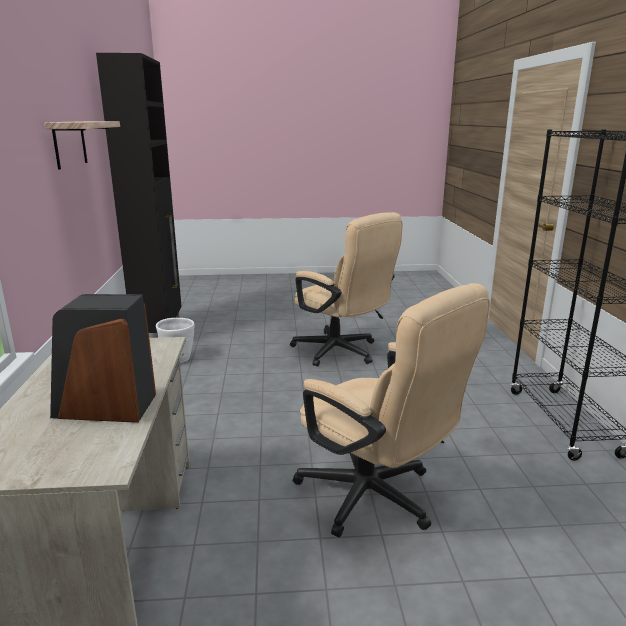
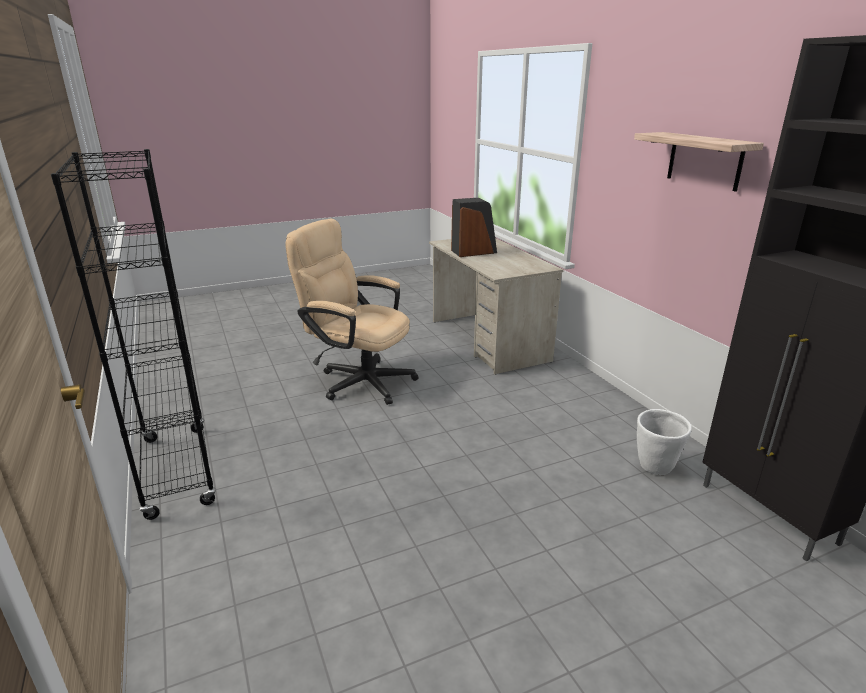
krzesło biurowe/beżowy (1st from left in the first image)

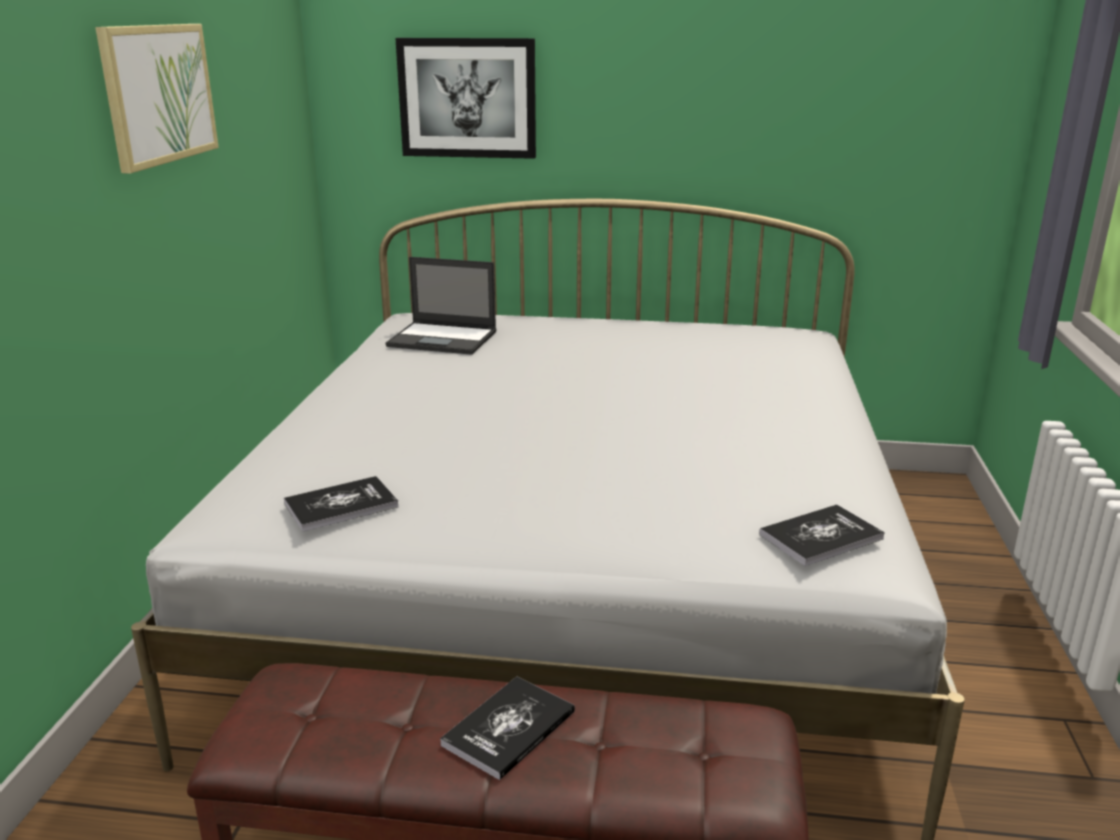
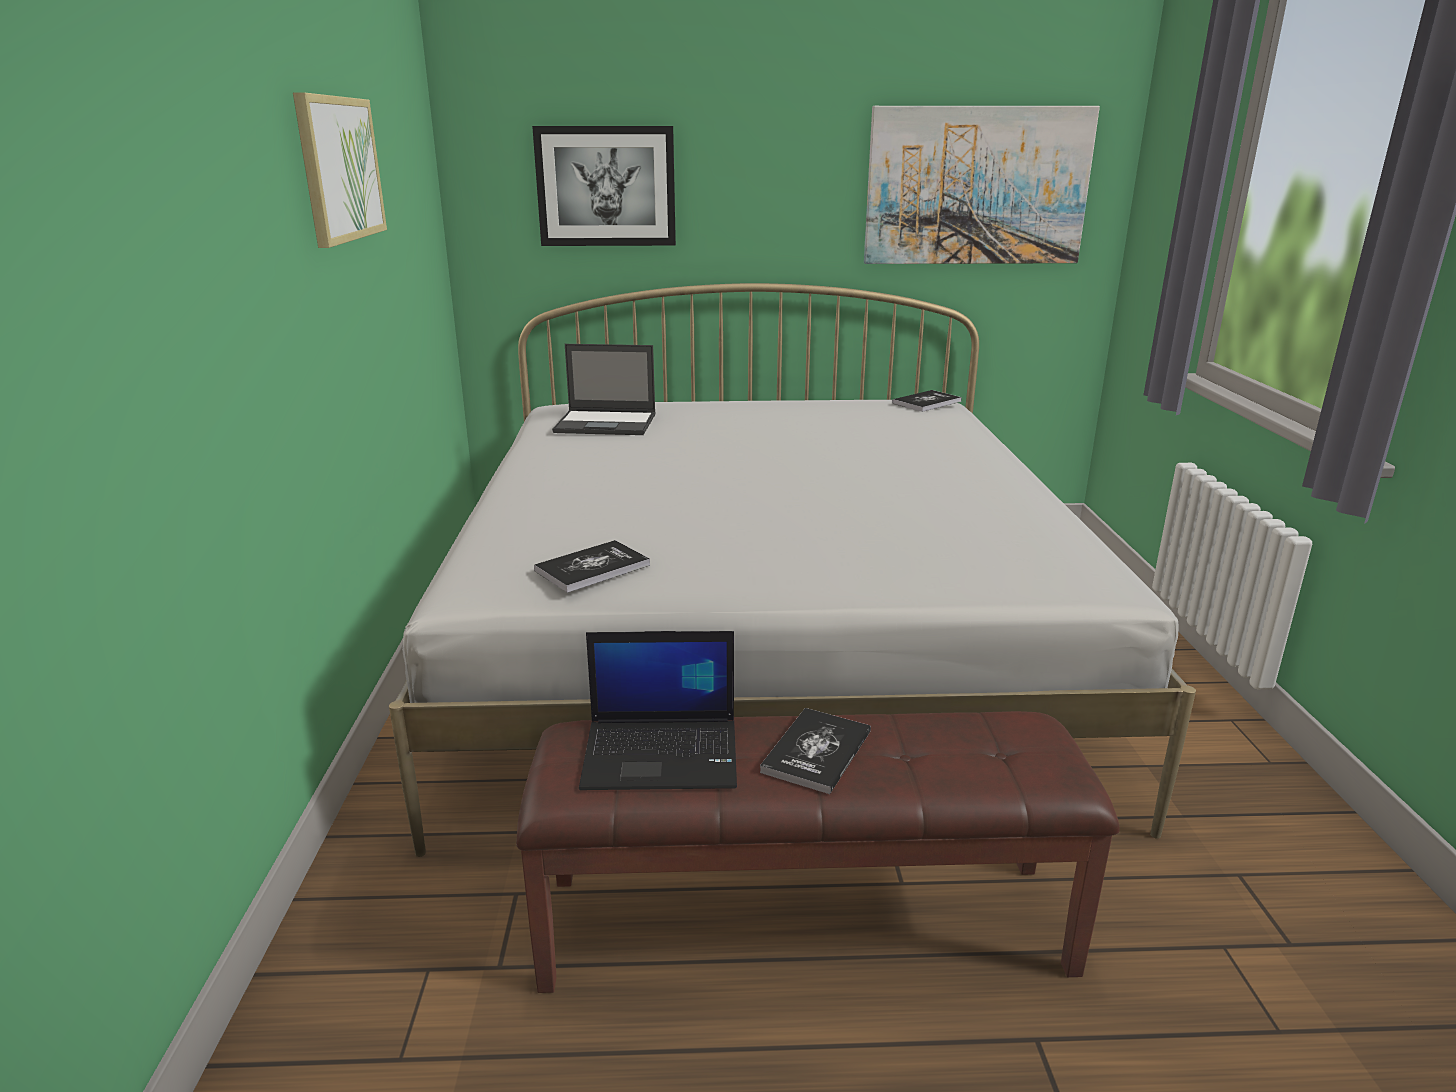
laptop (2nd from left); obraz (3rd from left); książka (3rd from left)

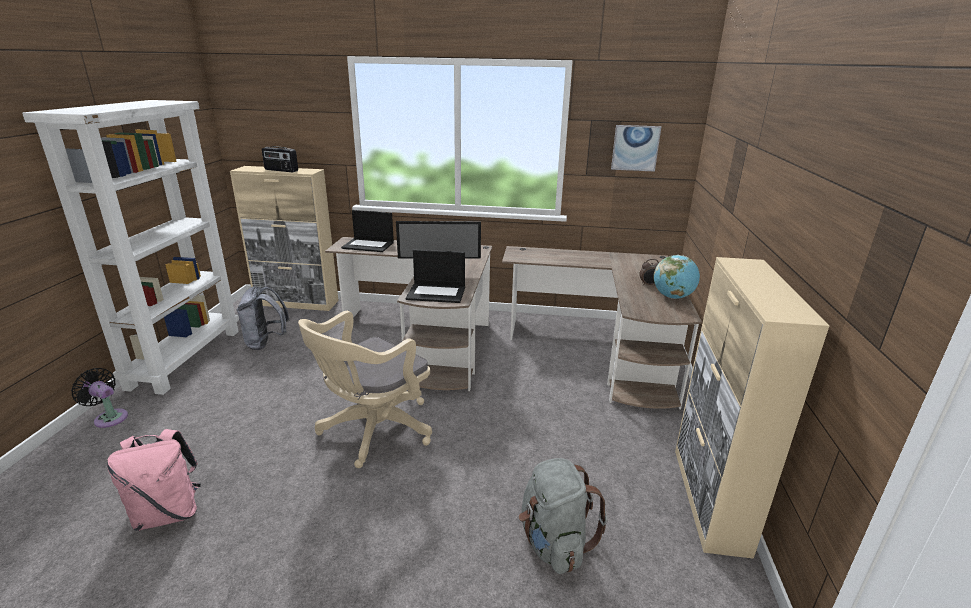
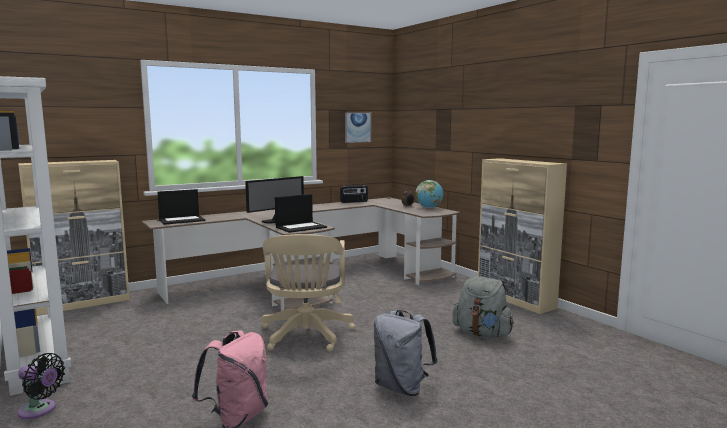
plecak/szary (1st from left); radio; wentylator/czarny

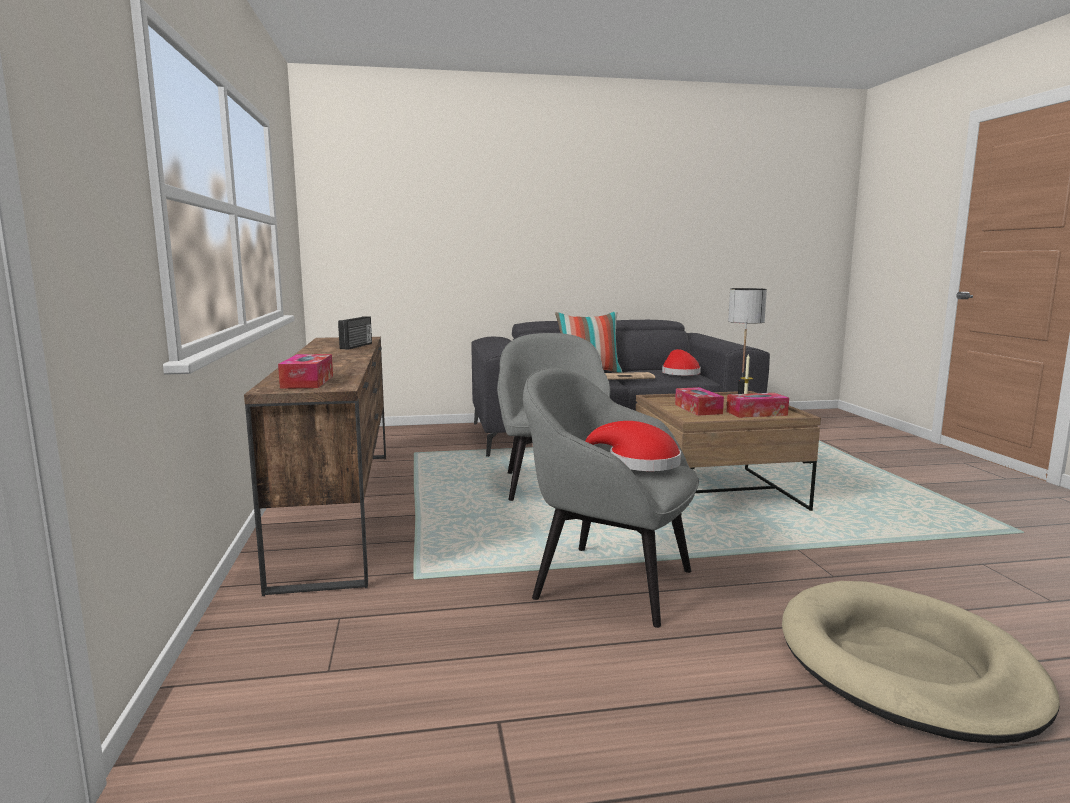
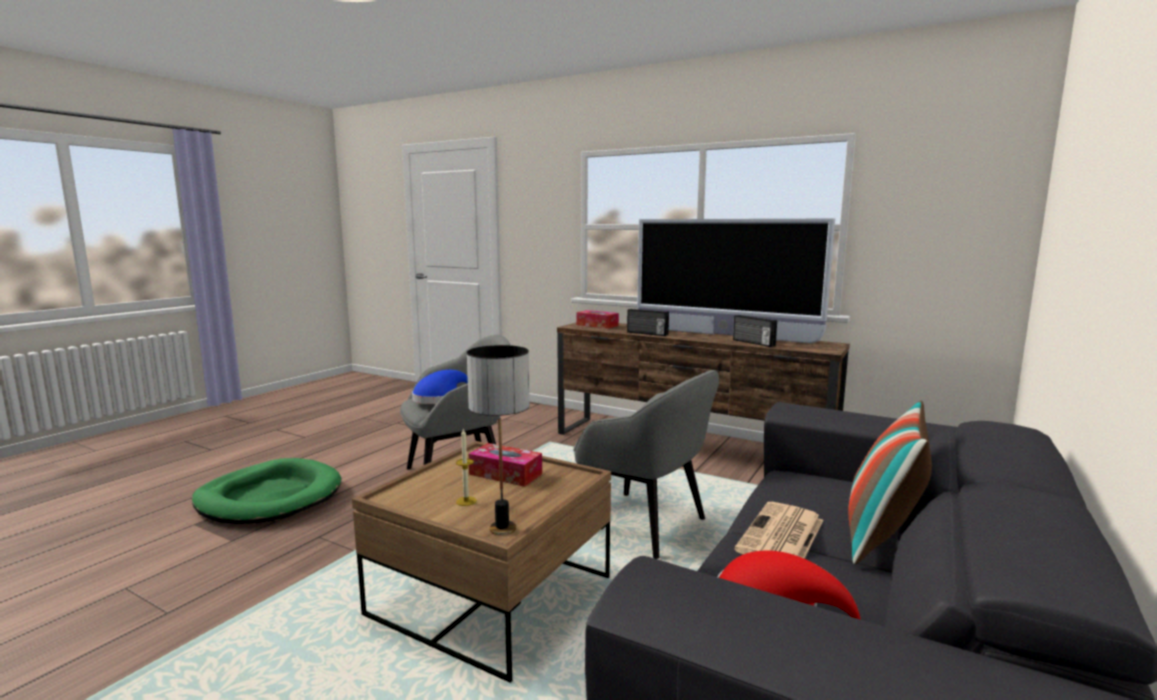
pudełko chusteczek (3rd from left in the first image); radio (1st from left); telewizor; kapelusz/niebieski; legowisko/zielony

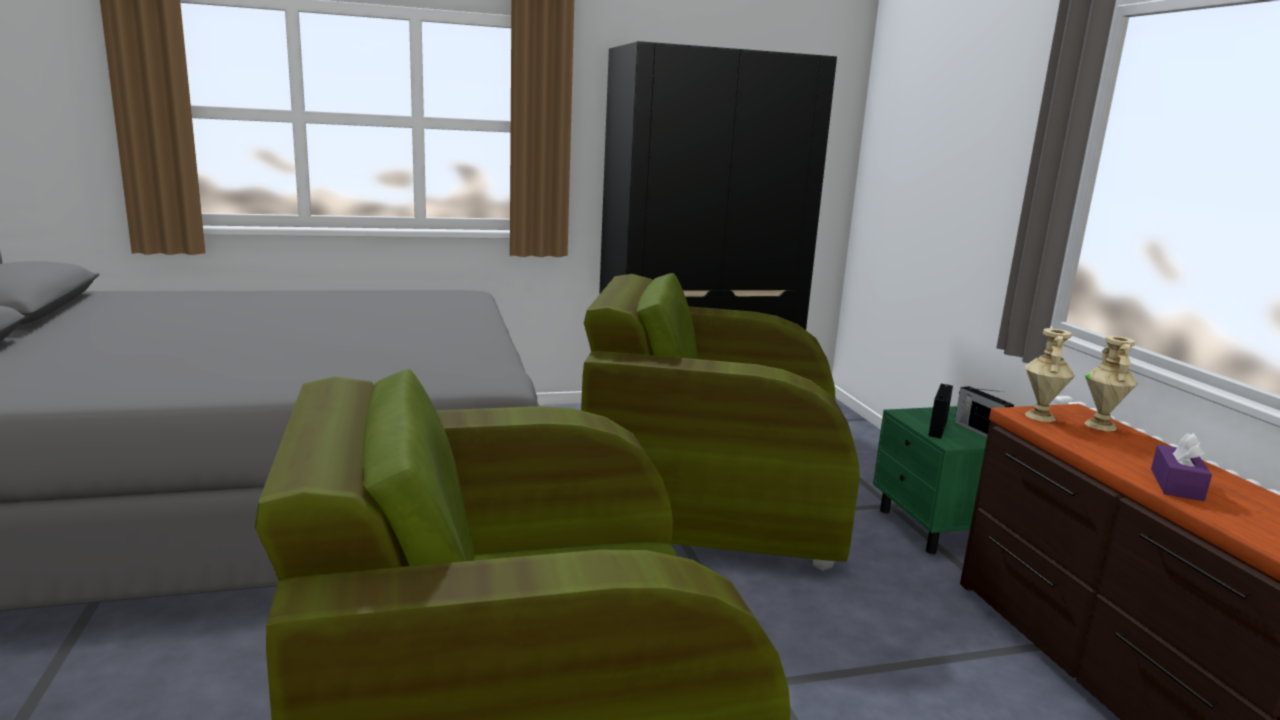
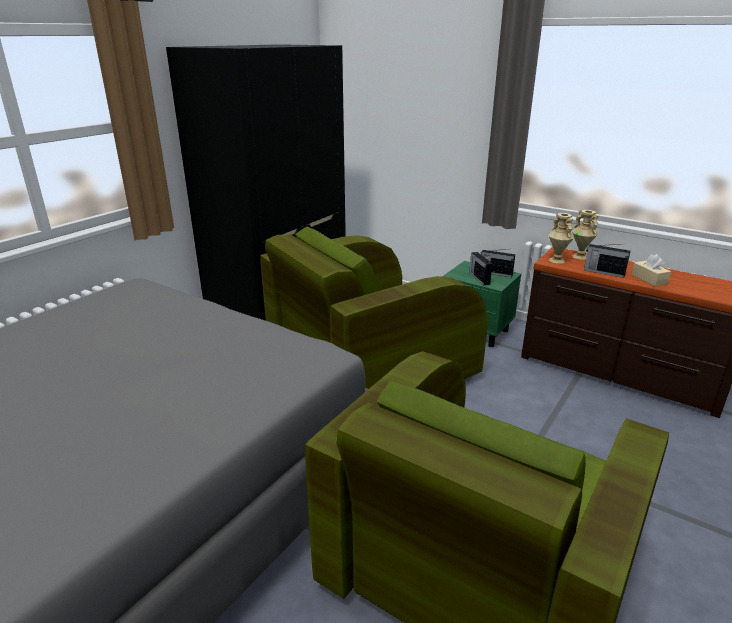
radio (3rd from left); pudełko chusteczek/beżowy

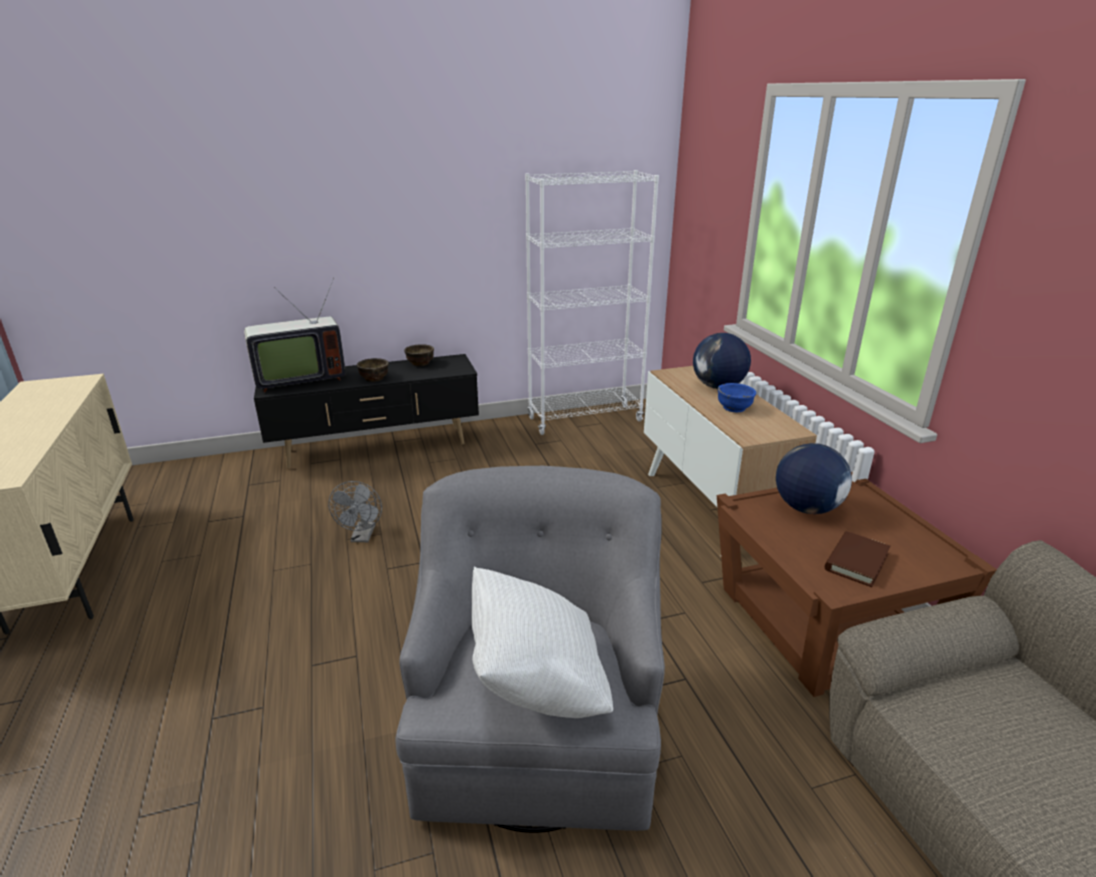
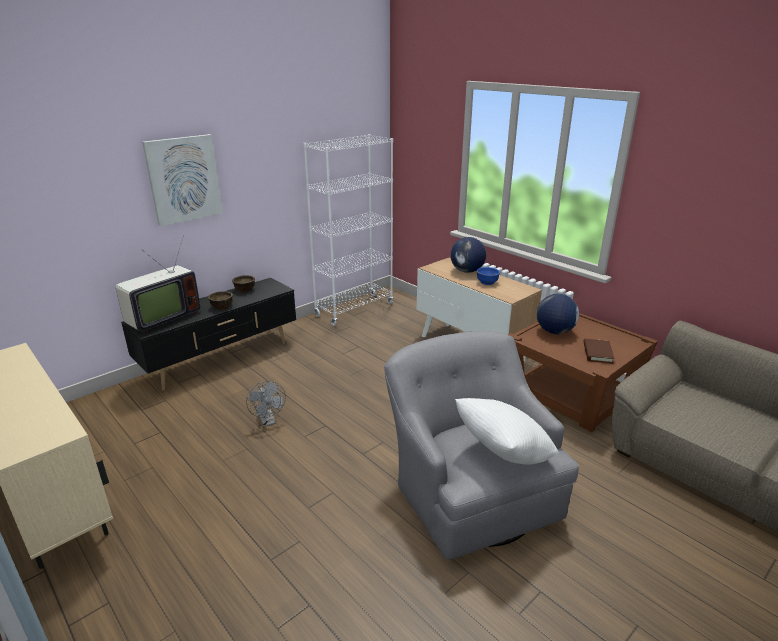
obraz

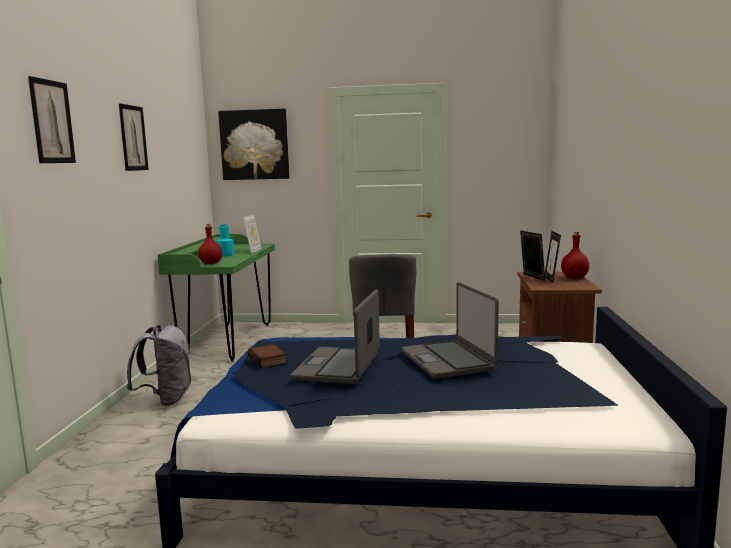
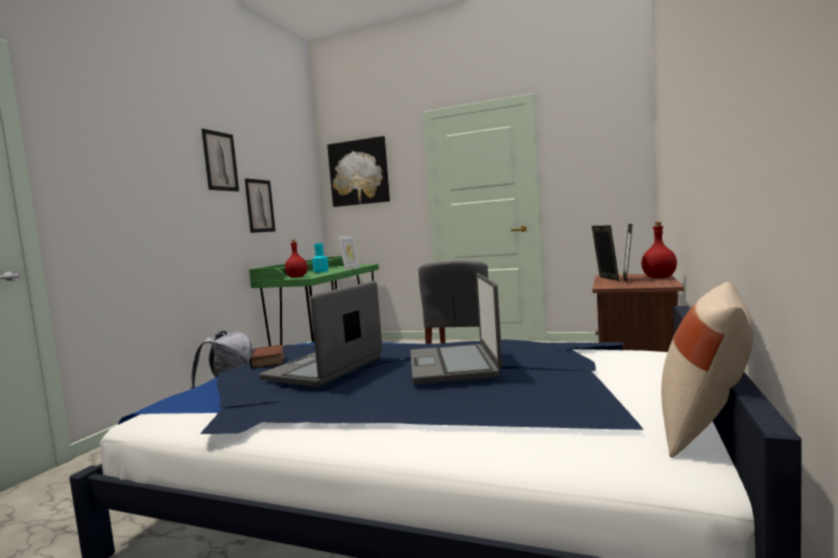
poduszka/beżowy; obraz (2nd from left)

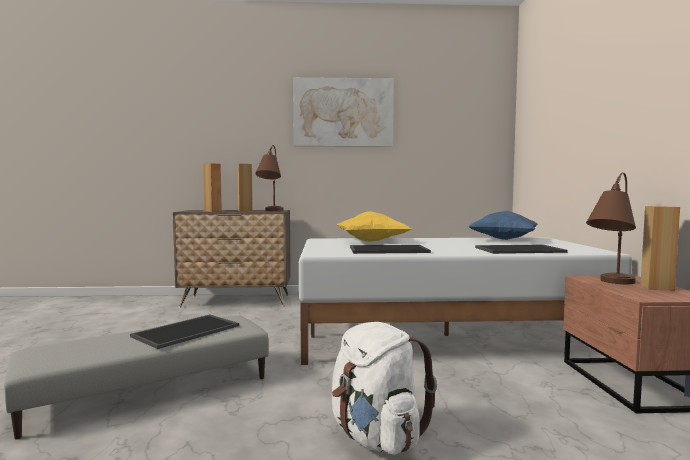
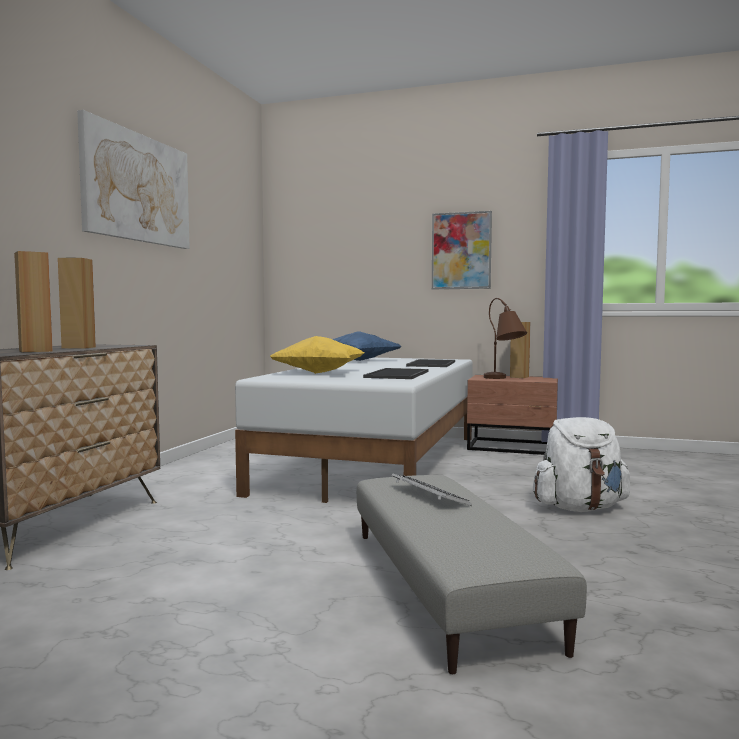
lampa stołowa/brązowy (1st from left in the first image); obraz (2nd from left); klawiatura

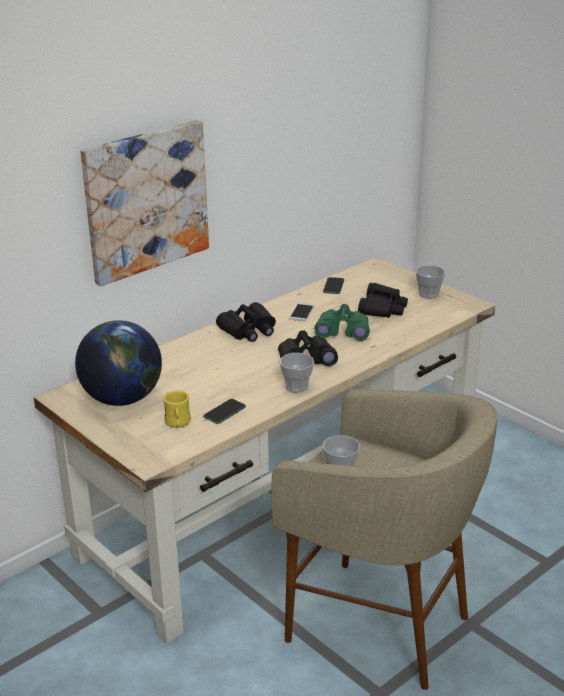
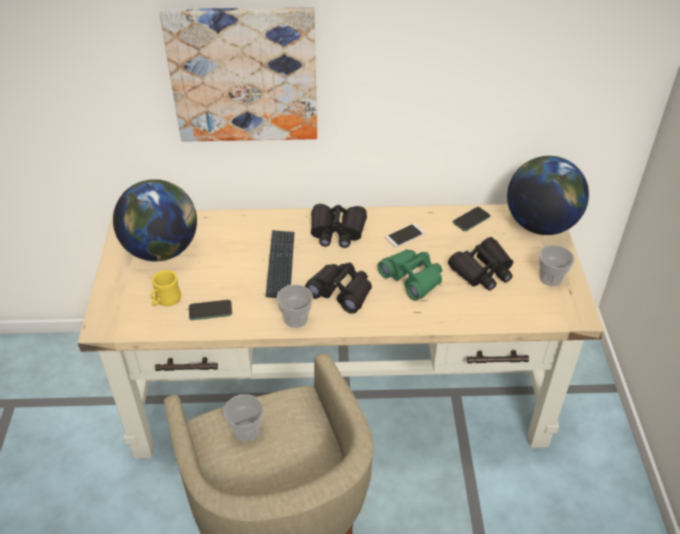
klawiatura; globus (2nd from left)

